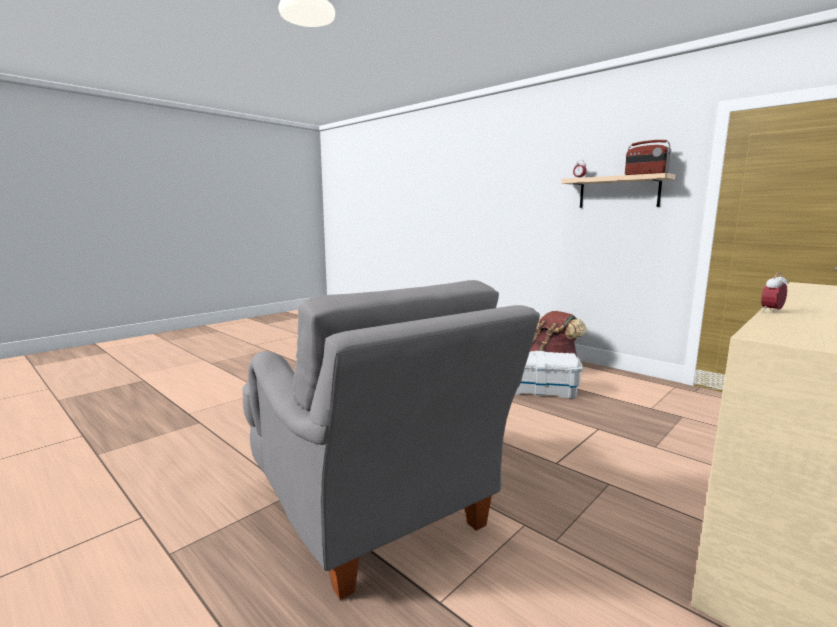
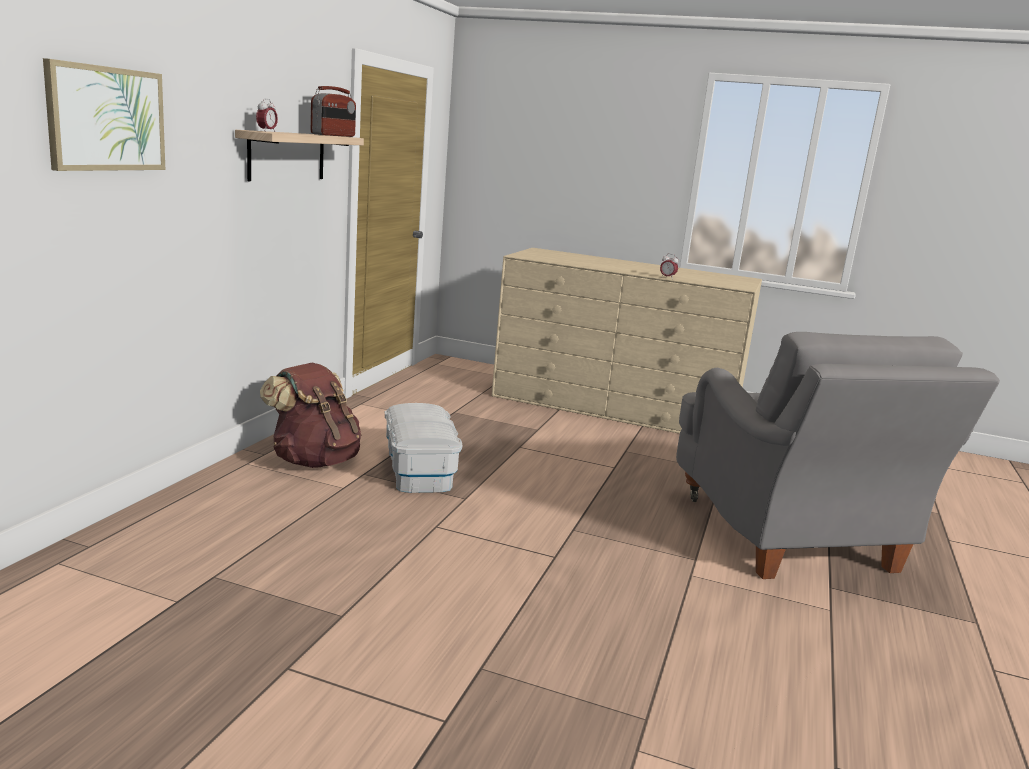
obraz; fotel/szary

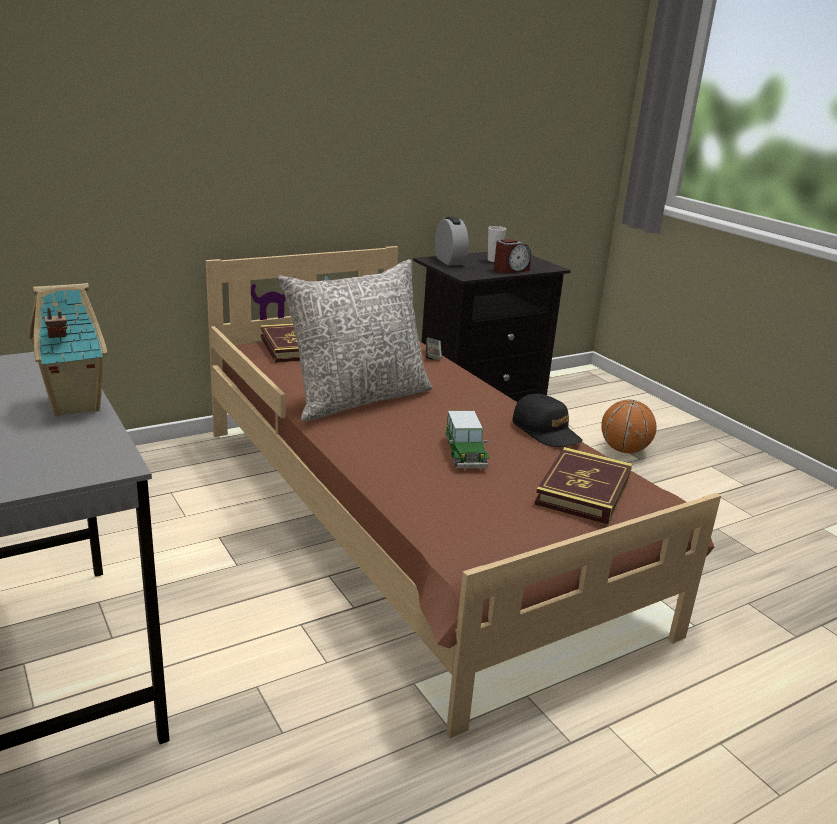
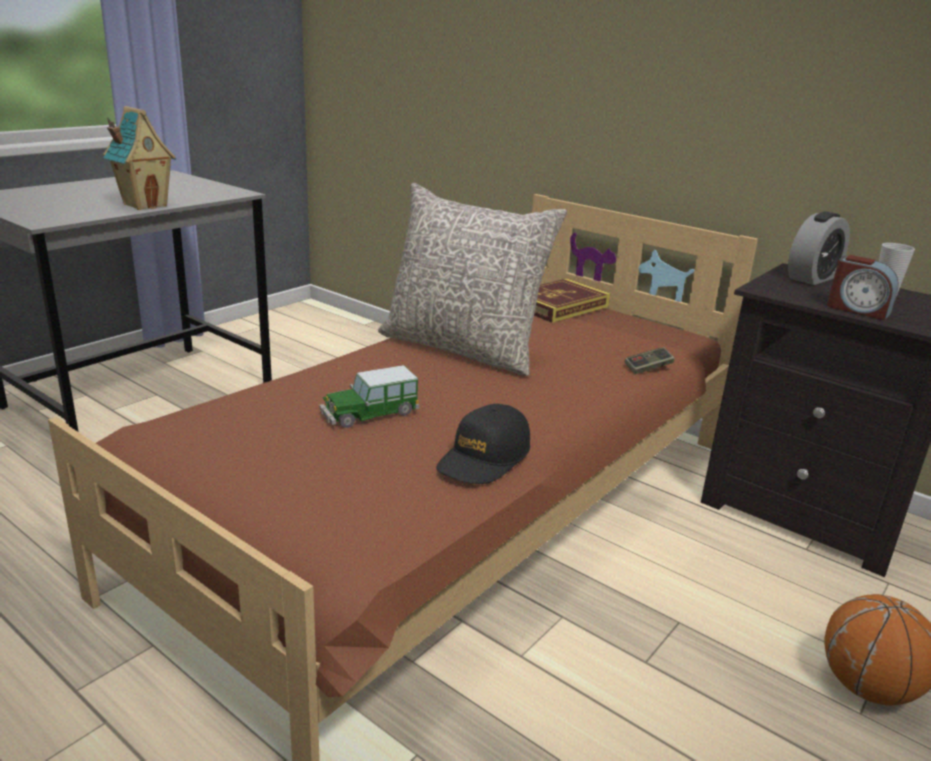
książka (2nd from left in the first image)

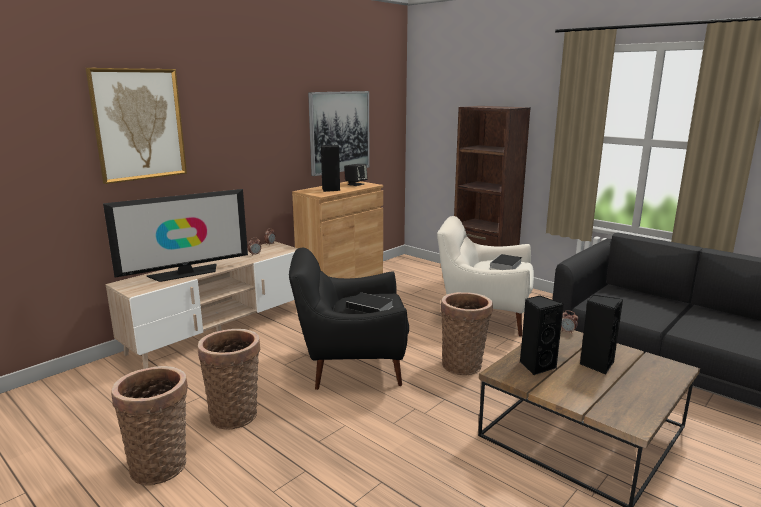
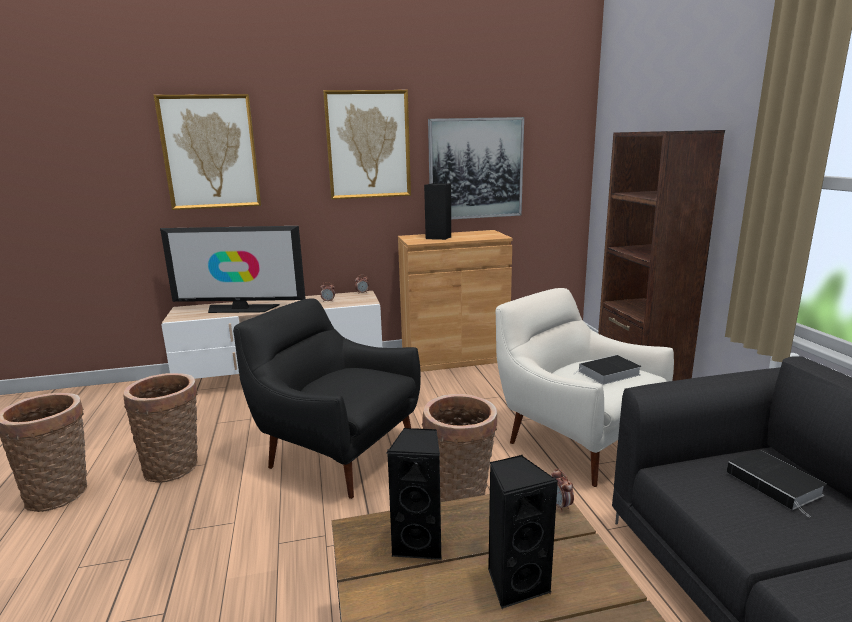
głośnik/czarny (2nd from left in the first image); obraz (2nd from left); książka (2nd from left)

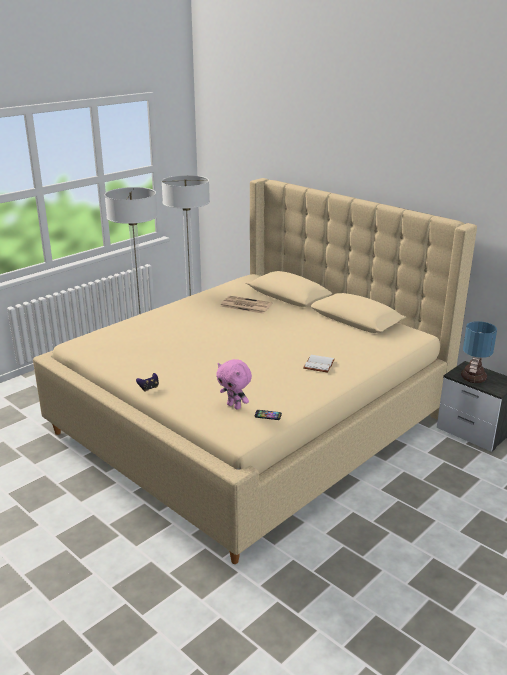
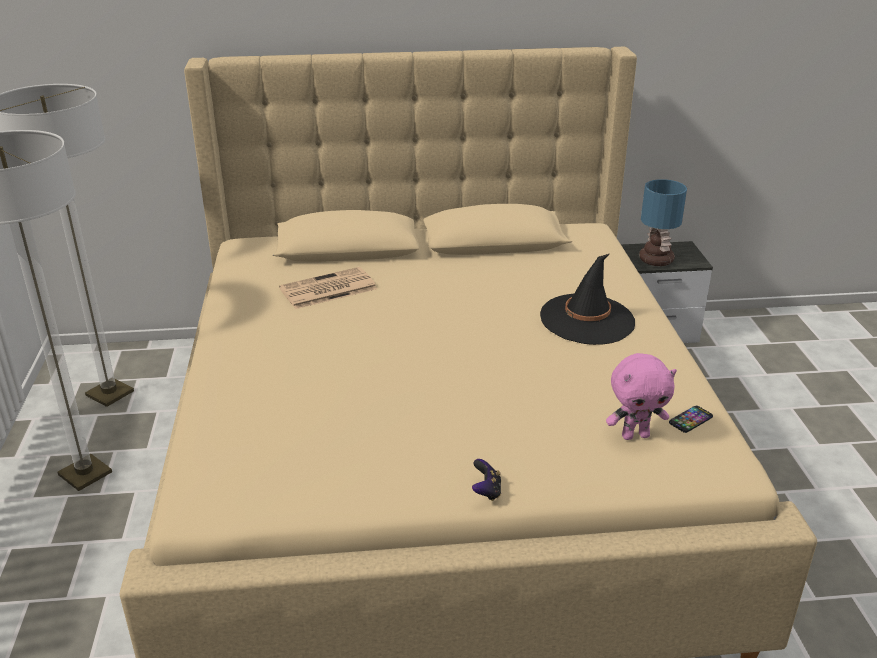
kapelusz/czarny

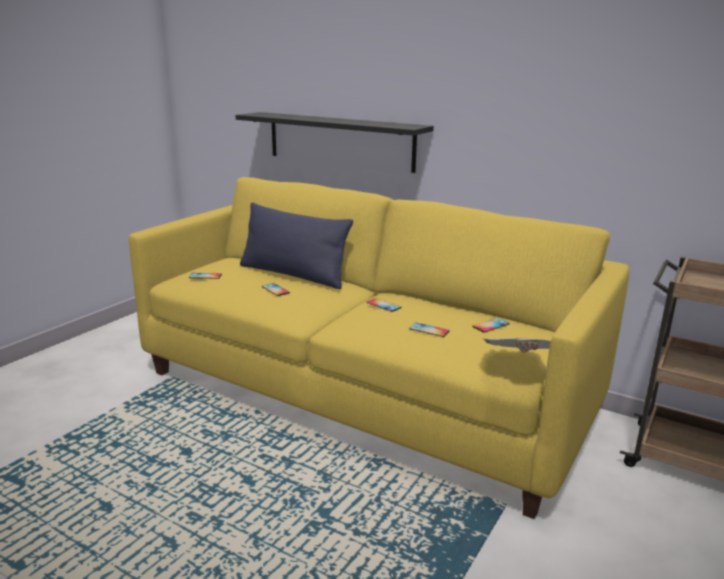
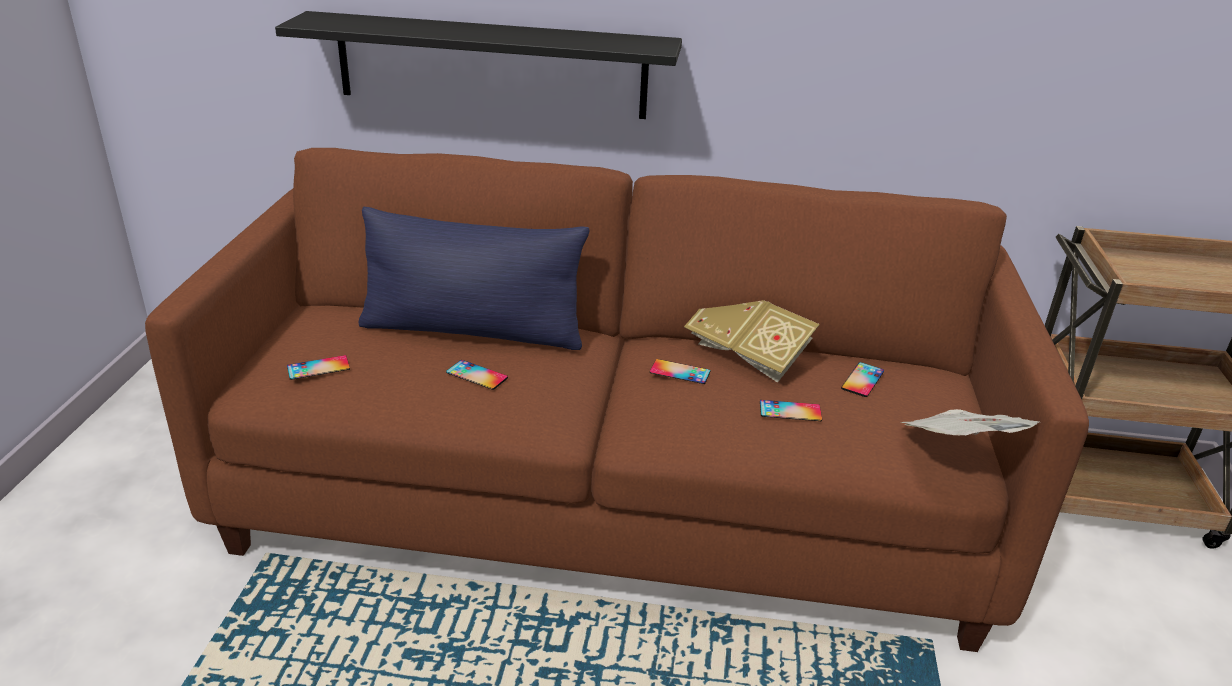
książka; kanapa/brązowy

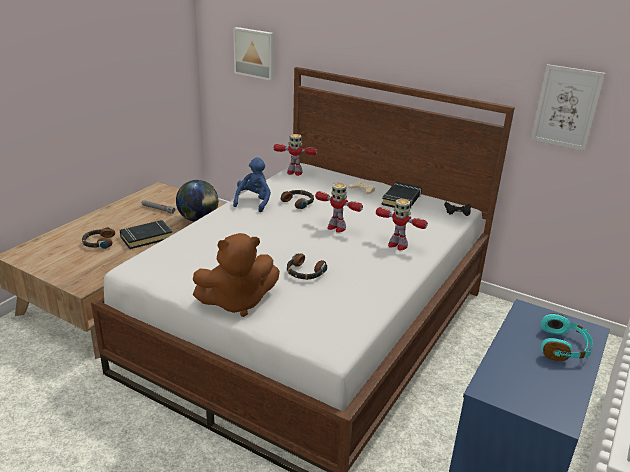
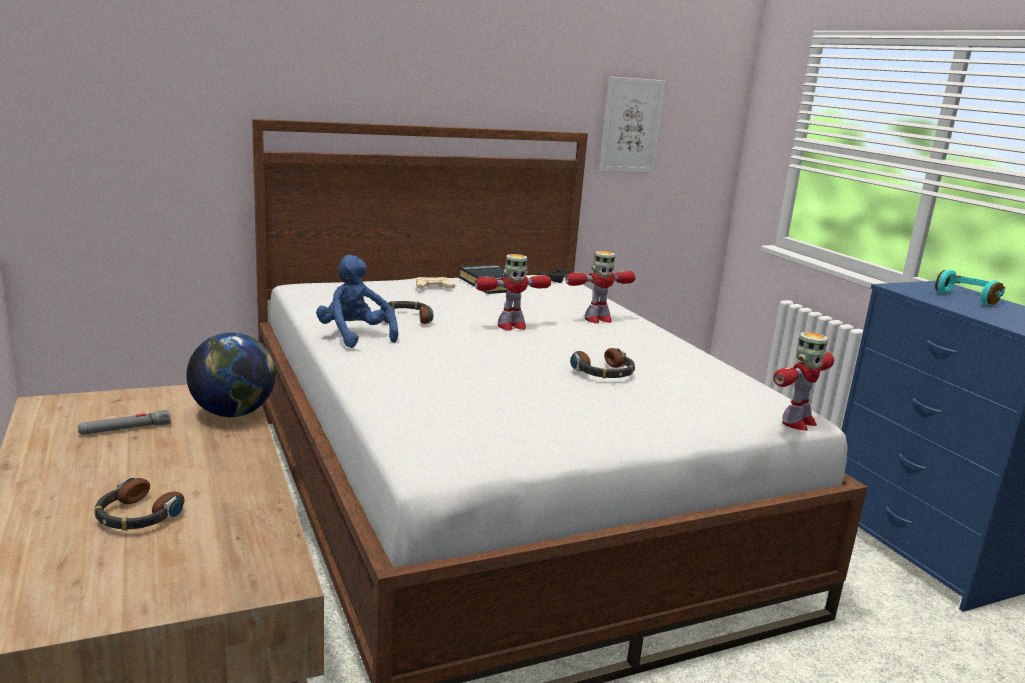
książka/czarny (1st from left in the first image); pluszak/brązowy; obraz (1st from left in the first image); robot zabawkowy (3rd from left)

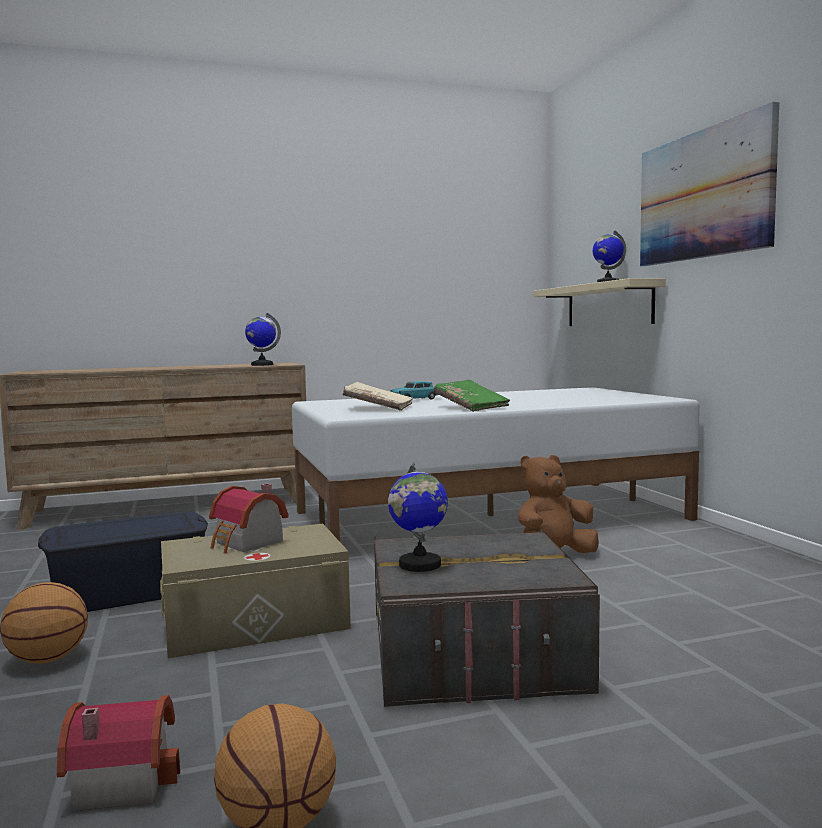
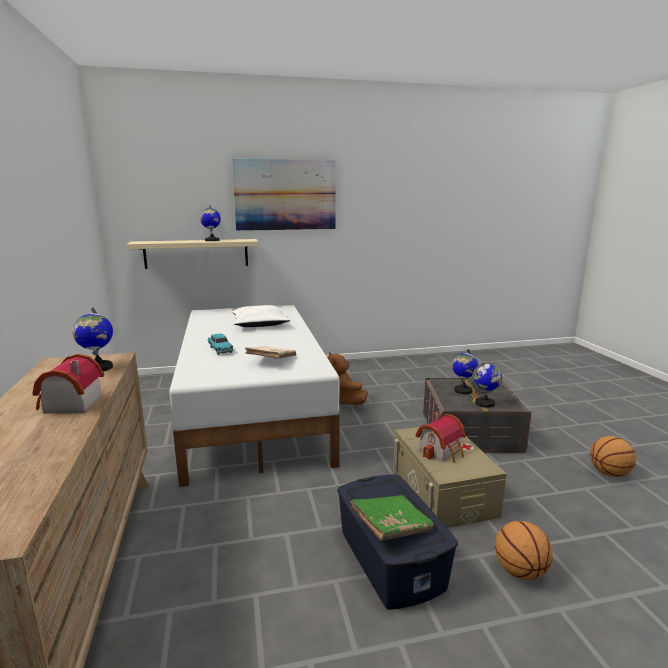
poduszka/biały; globus (3rd from left); domek (1st from left); książka/zielony

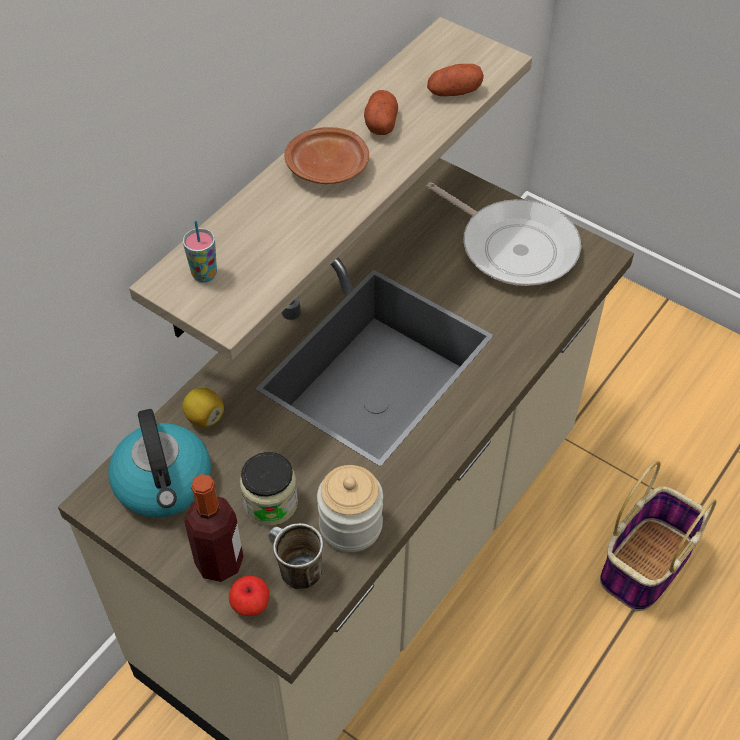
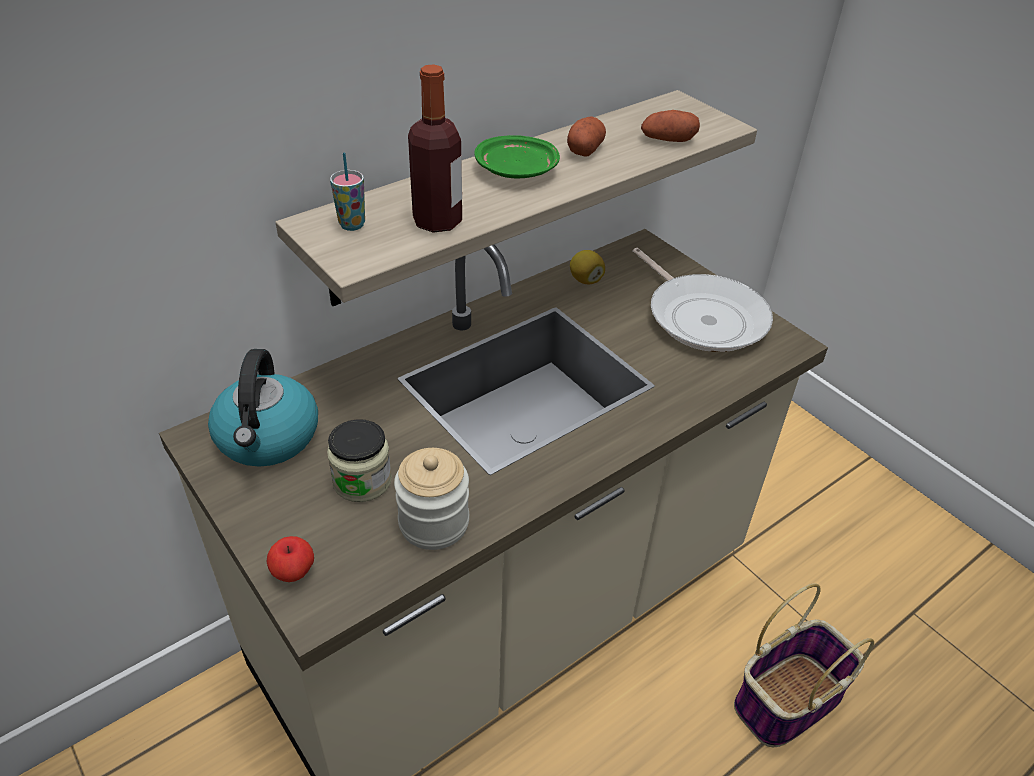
kubek; cytryna; butelka; talerz/zielony

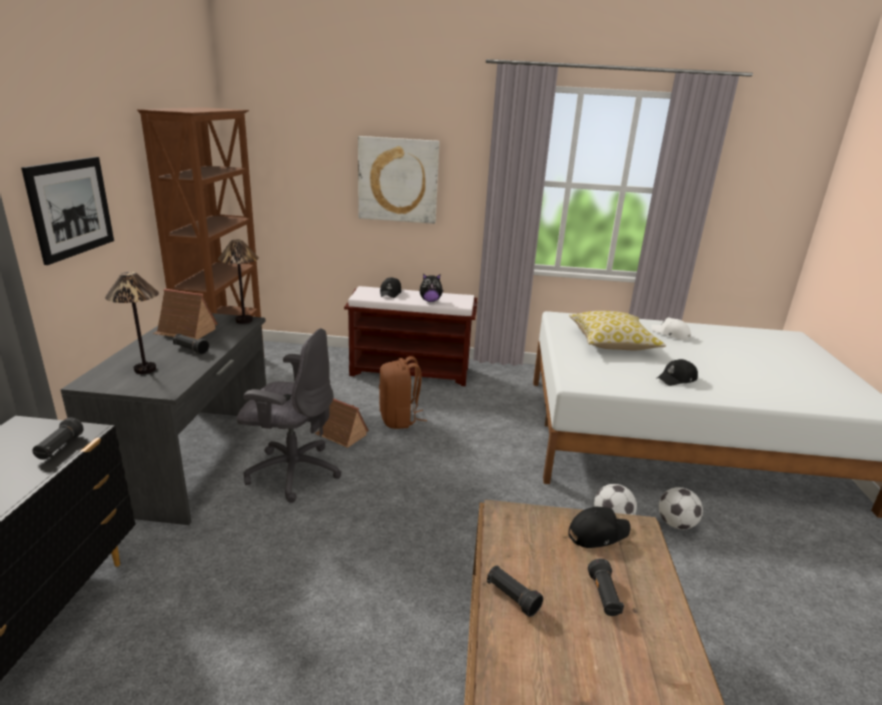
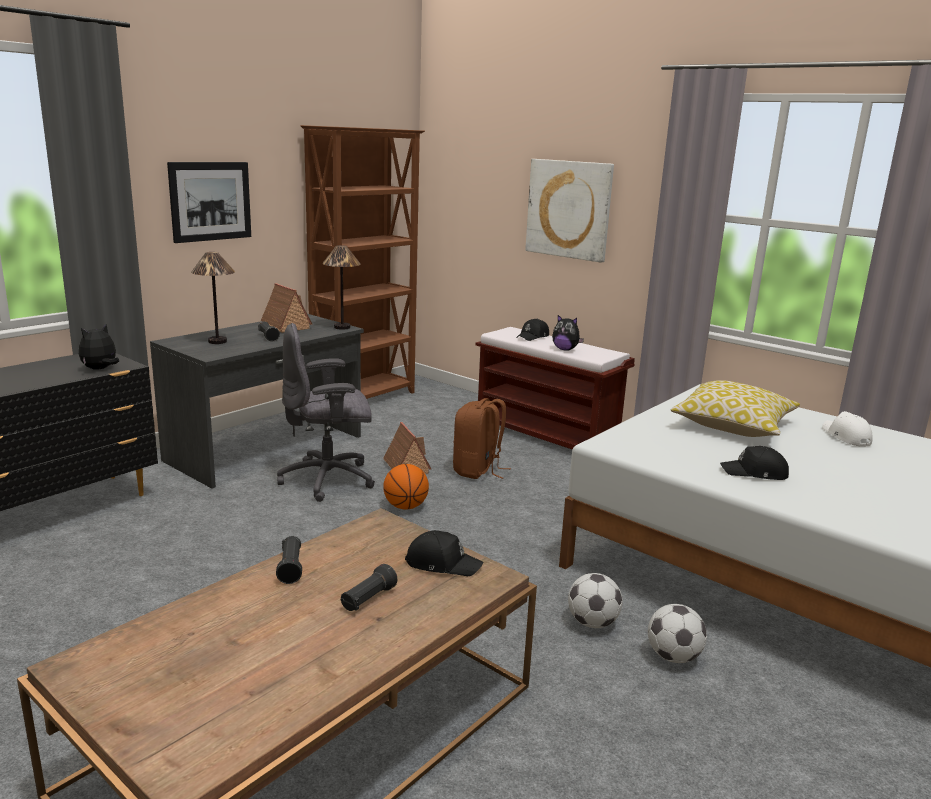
piłka do koszykówki; pluszak (1st from left); krzesło biurowe/szary

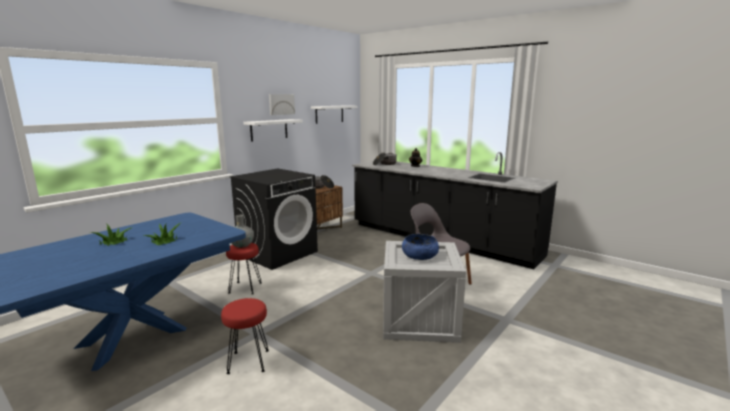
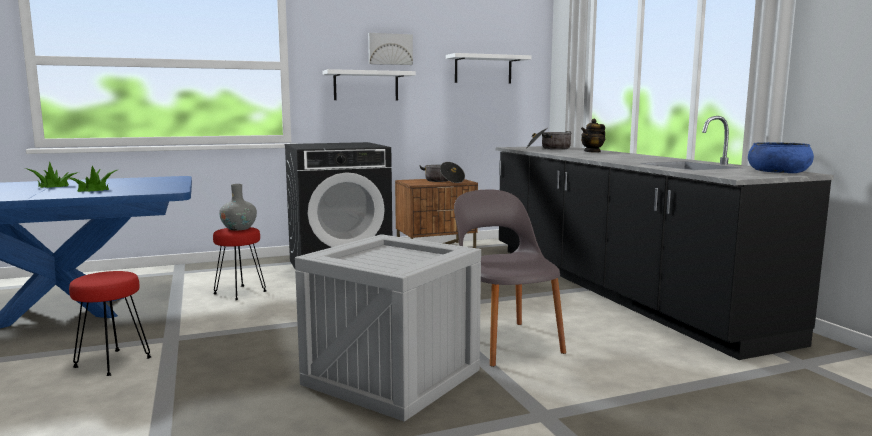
miska/niebieski

